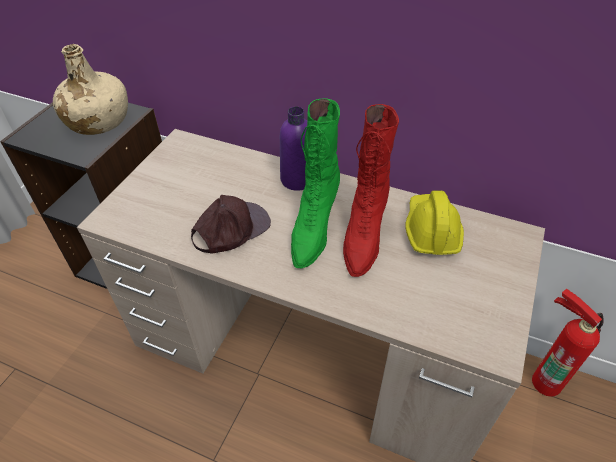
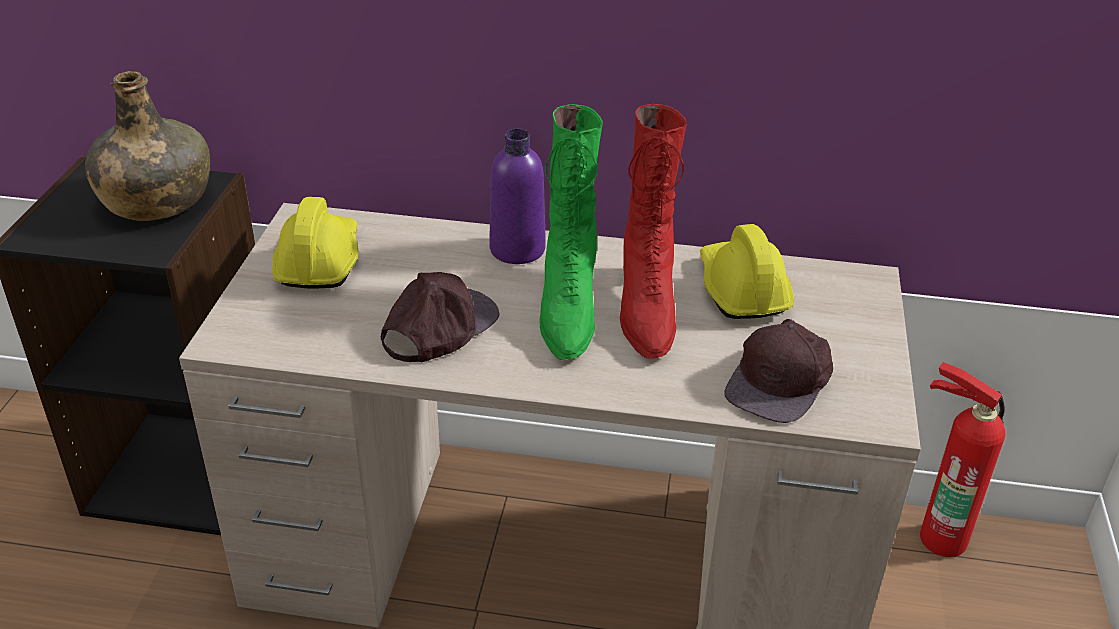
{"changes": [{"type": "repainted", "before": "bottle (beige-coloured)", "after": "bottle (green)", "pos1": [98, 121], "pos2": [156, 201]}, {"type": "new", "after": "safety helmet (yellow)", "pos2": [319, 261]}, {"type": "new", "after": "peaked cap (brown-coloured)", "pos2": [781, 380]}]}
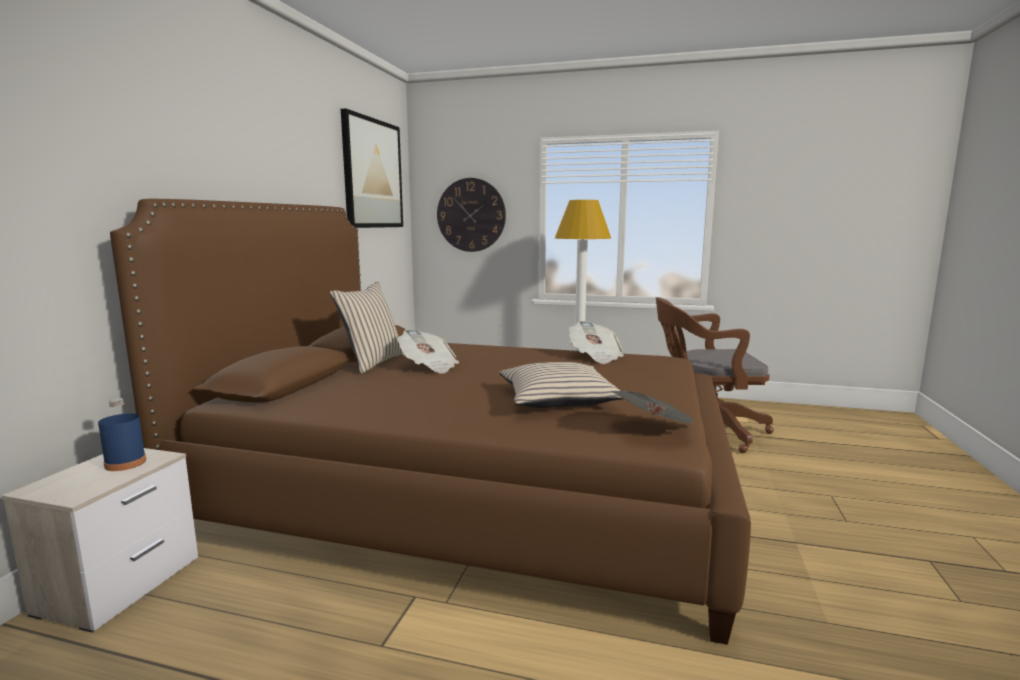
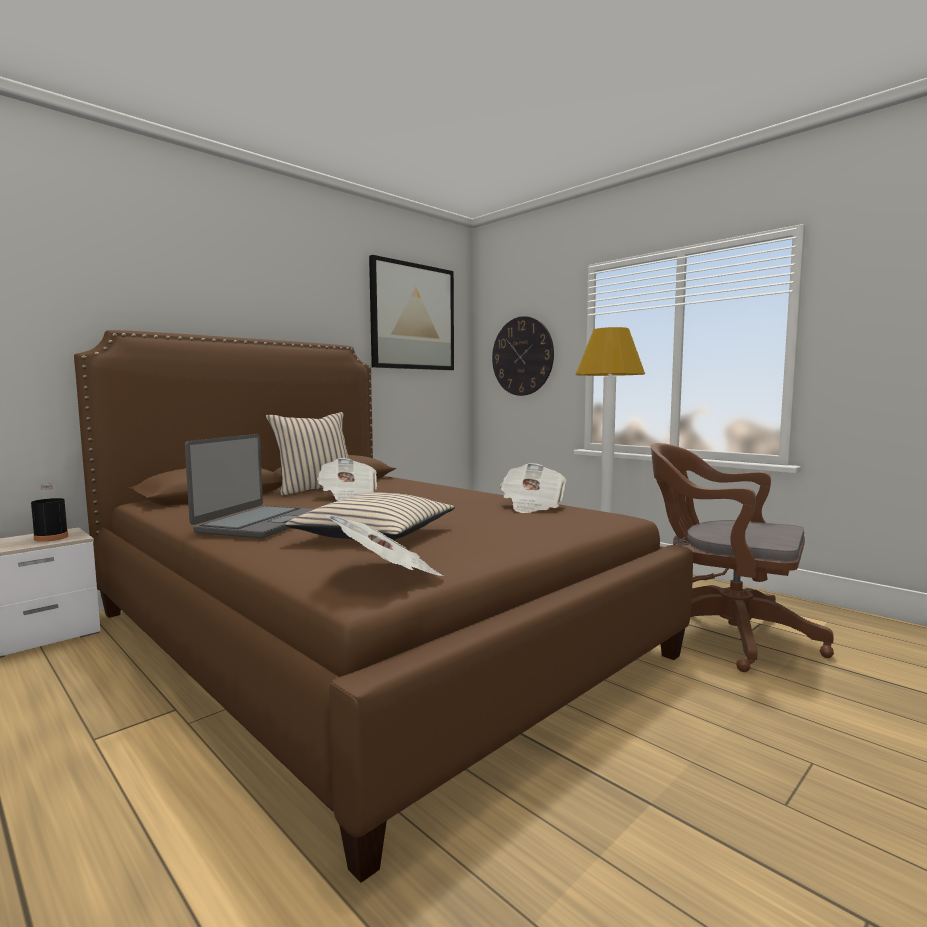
{"changes": [{"type": "repainted", "before": "bottle (blue)", "after": "bottle (blackish)", "pos1": [125, 463], "pos2": [51, 537]}, {"type": "new", "after": "portable computer", "pos2": [260, 523]}]}
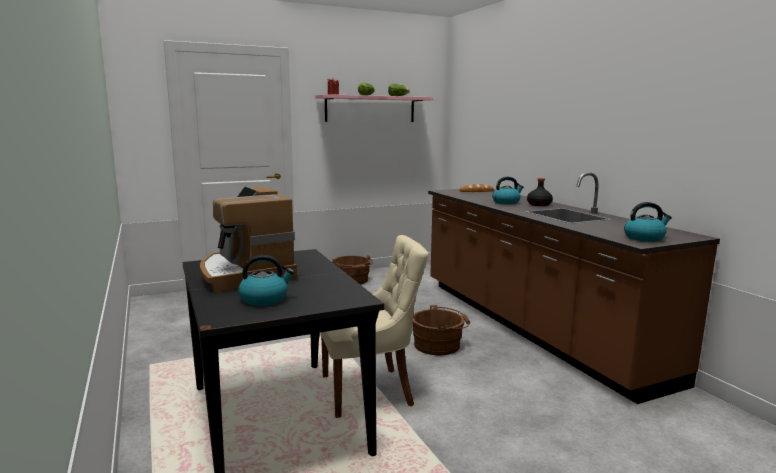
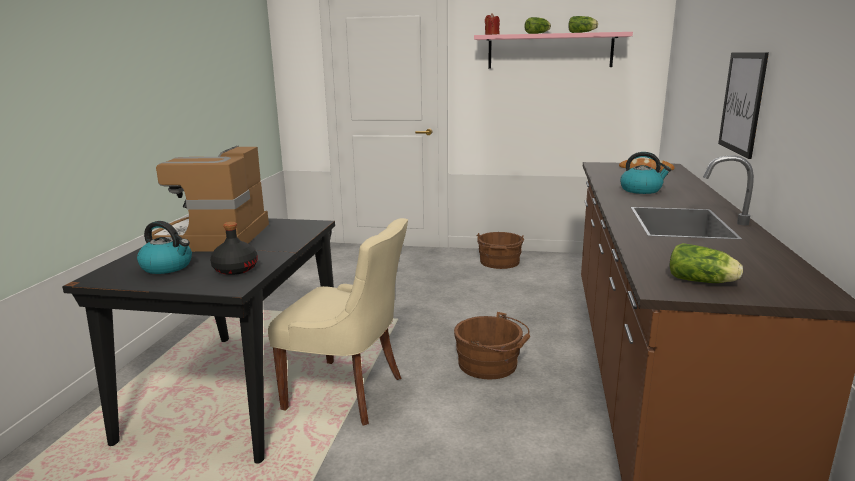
{"changes": [{"type": "shifted", "before": "bottle (blackish)", "pos1": [539, 204], "pos2": [235, 269]}, {"type": "swapped", "before": "water kettle", "after": "head of lettuce", "pos1": [644, 238], "pos2": [703, 282]}, {"type": "new", "after": "wall picture", "pos2": [742, 102]}]}
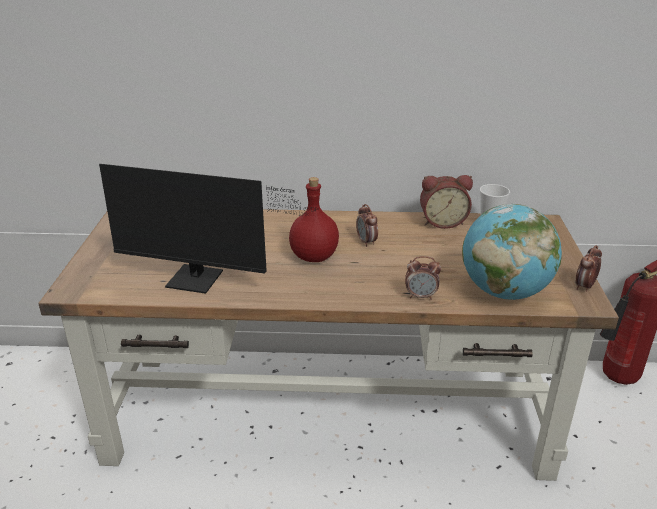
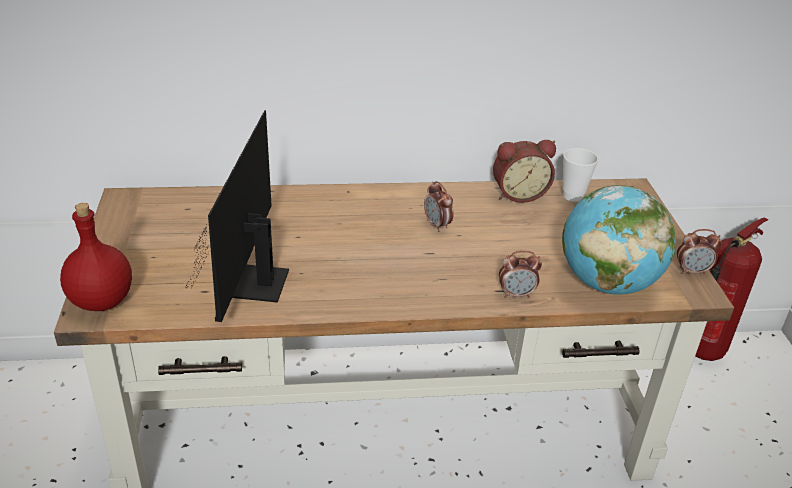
{"changes": [{"type": "rotated", "before": "monitor", "pos1": [201, 281], "pos2": [252, 289], "turn": 90}, {"type": "shifted", "before": "bottle (reddish)", "pos1": [315, 257], "pos2": [102, 301]}, {"type": "rotated", "before": "table clock", "pos1": [584, 286], "pos2": [692, 271], "turn": -120}]}
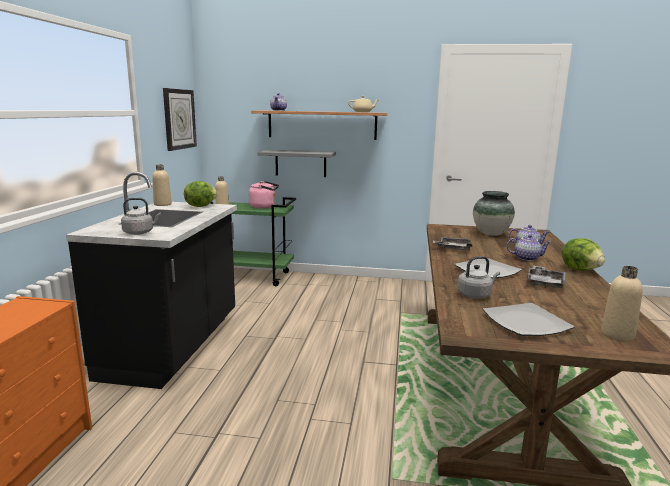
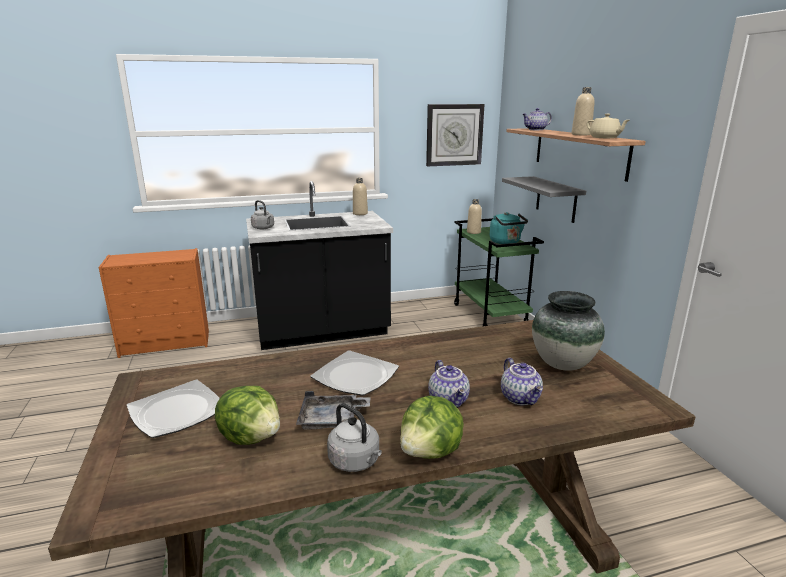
{"changes": [{"type": "shifted", "before": "head of lettuce", "pos1": [200, 206], "pos2": [252, 436]}, {"type": "repainted", "before": "water kettle (pink)", "after": "water kettle (turquoise-coloured)", "pos1": [264, 207], "pos2": [506, 242]}, {"type": "gone", "before": "carrying tray (gray)", "pos1": [453, 248]}, {"type": "shifted", "before": "water kettle (gray)", "pos1": [475, 295], "pos2": [356, 462]}, {"type": "shifted", "before": "bottle (beige-coloured)", "pos1": [617, 334], "pos2": [581, 134]}]}
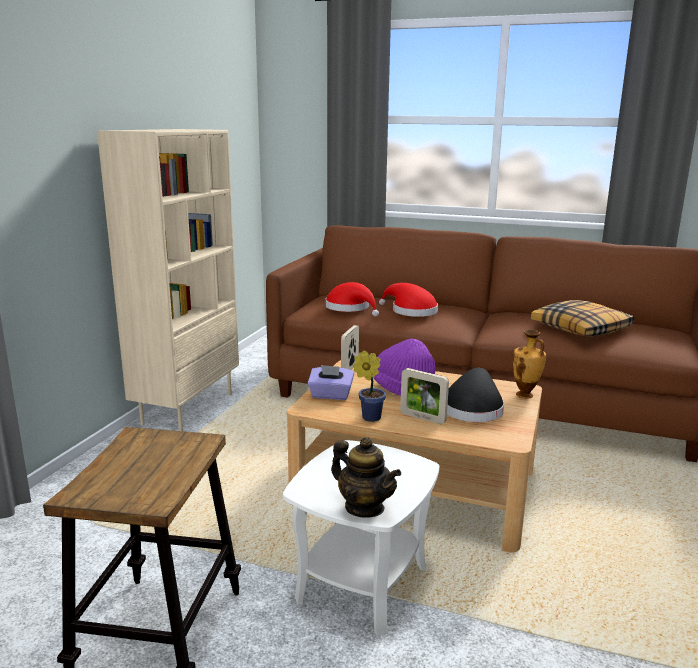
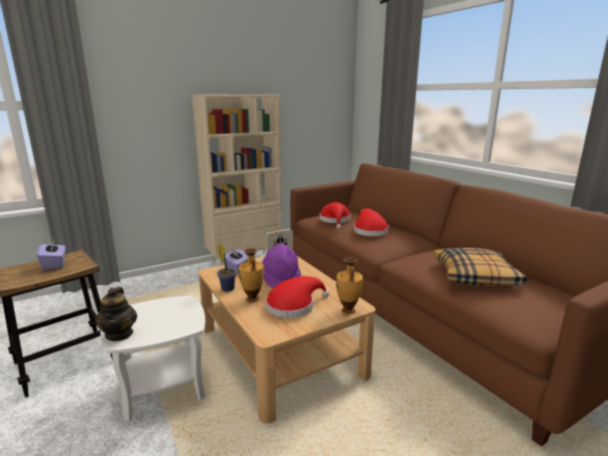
{"changes": [{"type": "swapped", "before": "standing frame", "after": "decorative vase", "pos1": [422, 418], "pos2": [252, 299]}, {"type": "repainted", "before": "wearable hat (blackish)", "after": "wearable hat (reddish)", "pos1": [472, 408], "pos2": [293, 306]}, {"type": "new", "after": "tissue holder (purplish)", "pos2": [54, 264]}]}
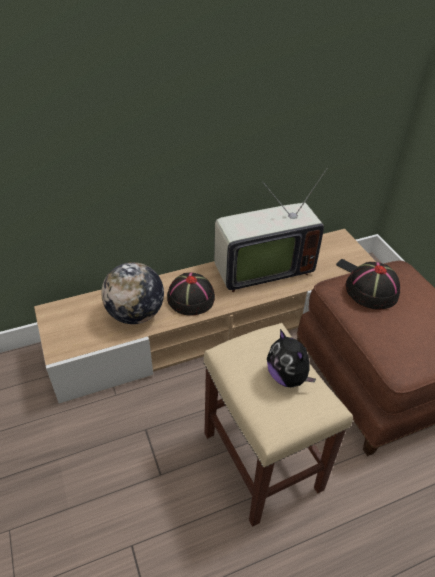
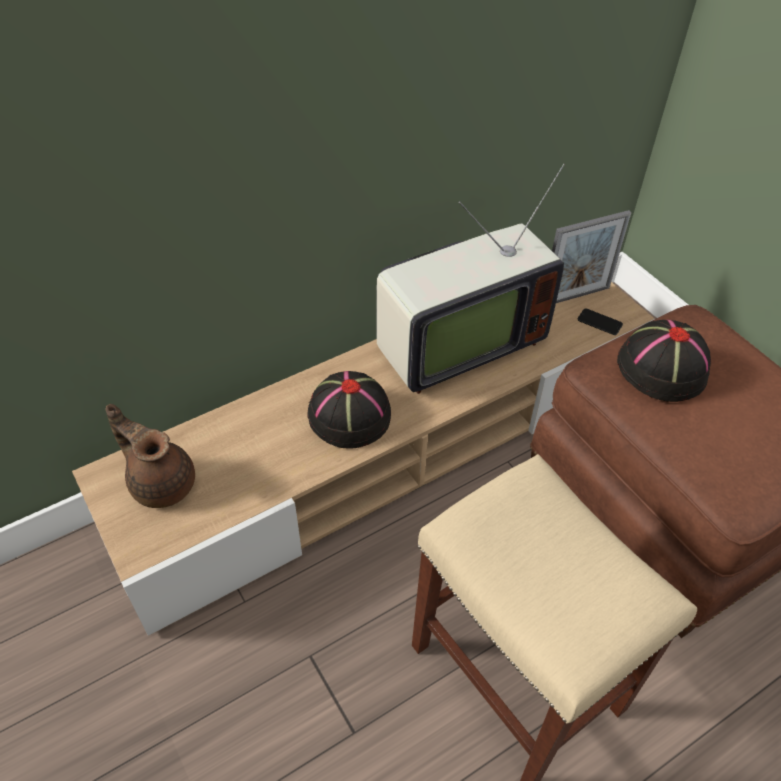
{"changes": [{"type": "gone", "before": "globe", "pos1": [136, 314]}, {"type": "gone", "before": "plush toy", "pos1": [287, 376]}, {"type": "new", "after": "standing frame", "pos2": [575, 296]}, {"type": "new", "after": "tea pot (brown-coloured)", "pos2": [161, 482]}]}
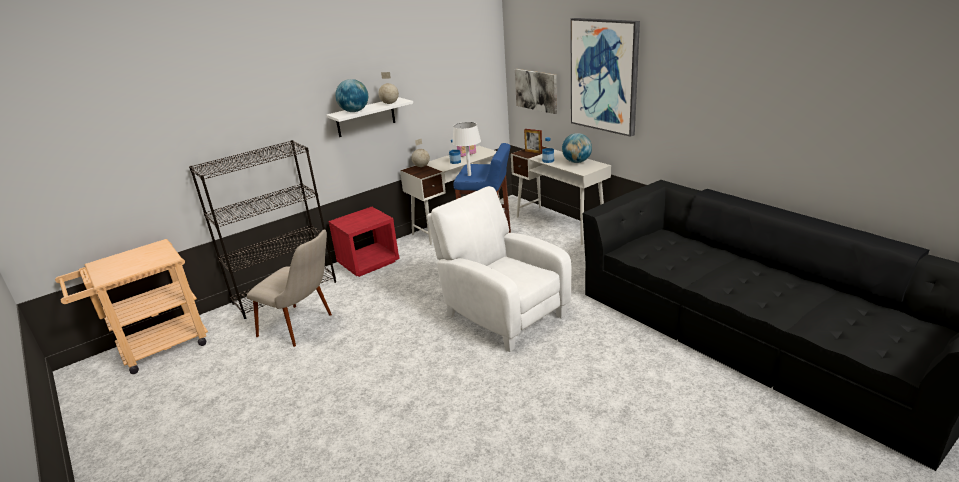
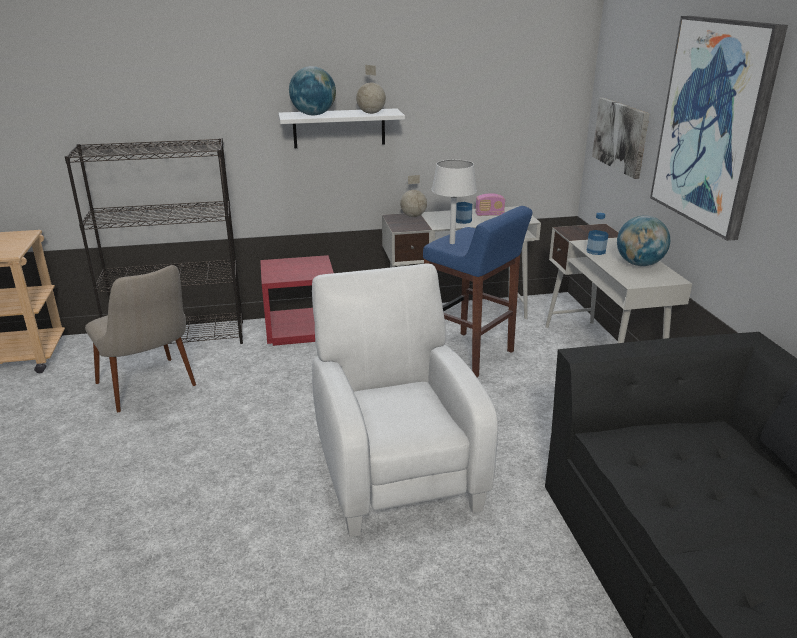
{"changes": [{"type": "gone", "before": "standing frame", "pos1": [533, 152]}]}
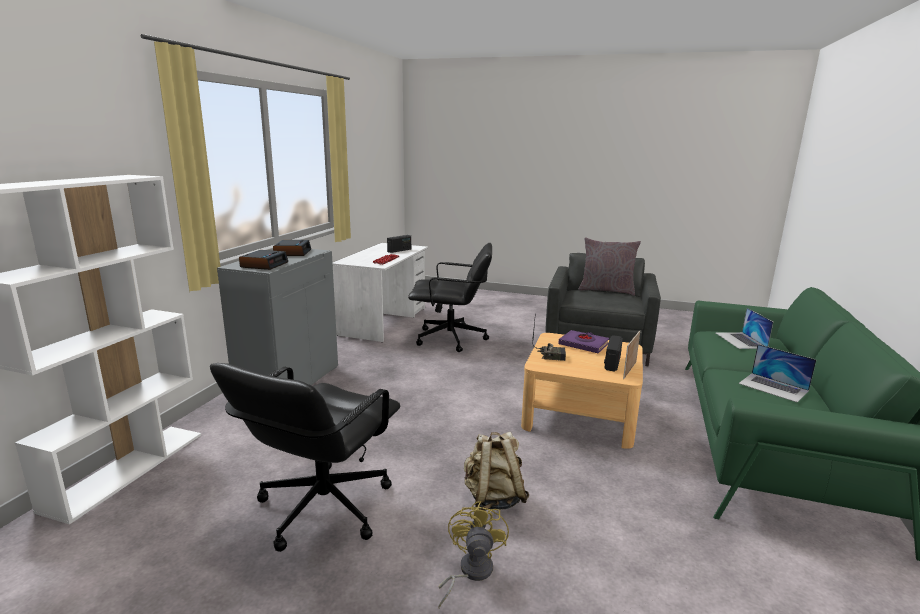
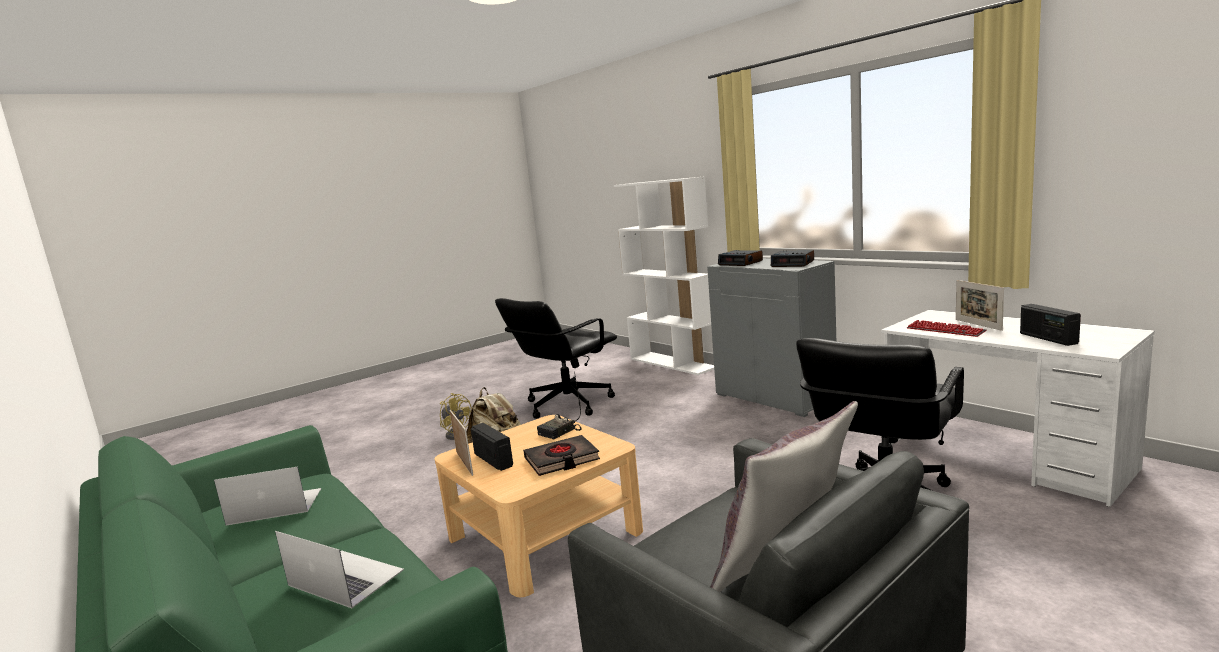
{"changes": [{"type": "repainted", "before": "bound book (purplish)", "after": "bound book (blackish)", "pos1": [583, 345], "pos2": [561, 460]}, {"type": "rotated", "before": "desk chair (blackish)", "pos1": [322, 507], "pos2": [567, 404], "turn": -105}, {"type": "new", "after": "standing frame", "pos2": [978, 325]}]}
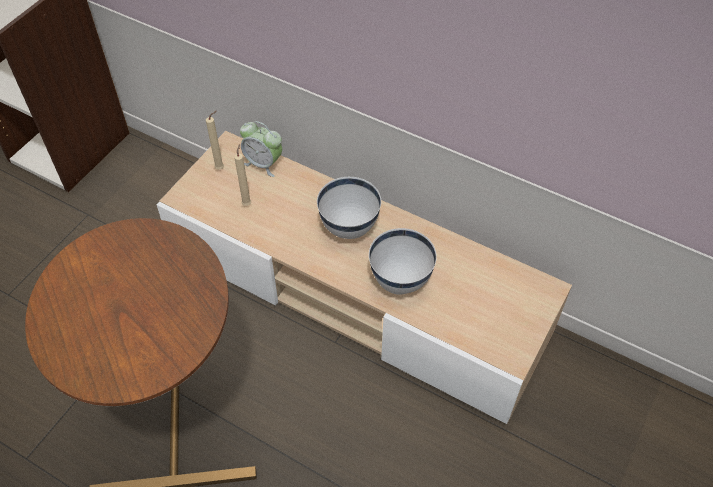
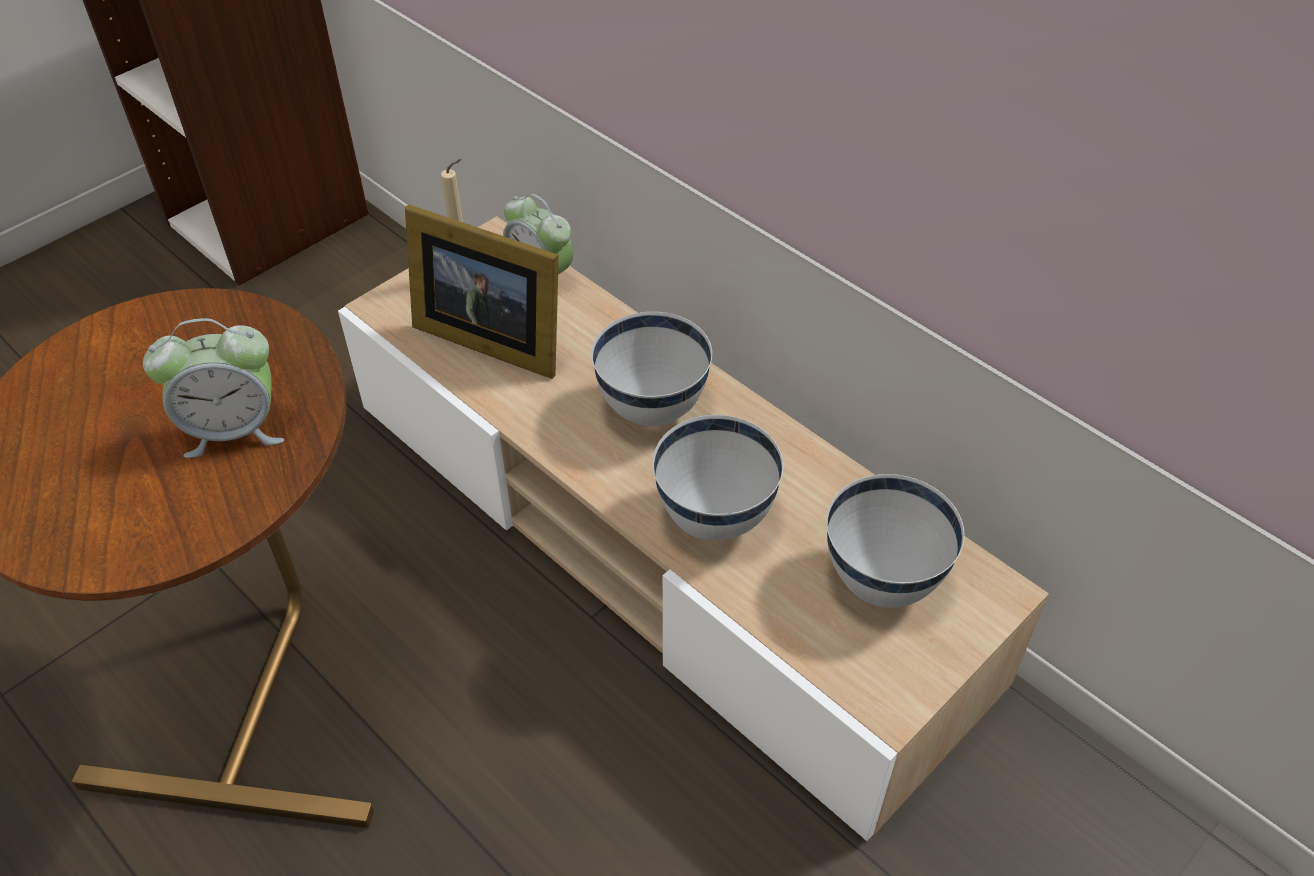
{"changes": [{"type": "swapped", "before": "candle (beige-coloured)", "after": "standing frame", "pos1": [247, 203], "pos2": [489, 336]}, {"type": "new", "after": "table clock", "pos2": [234, 430]}, {"type": "new", "after": "deep dish (whitish)", "pos2": [883, 580]}]}
